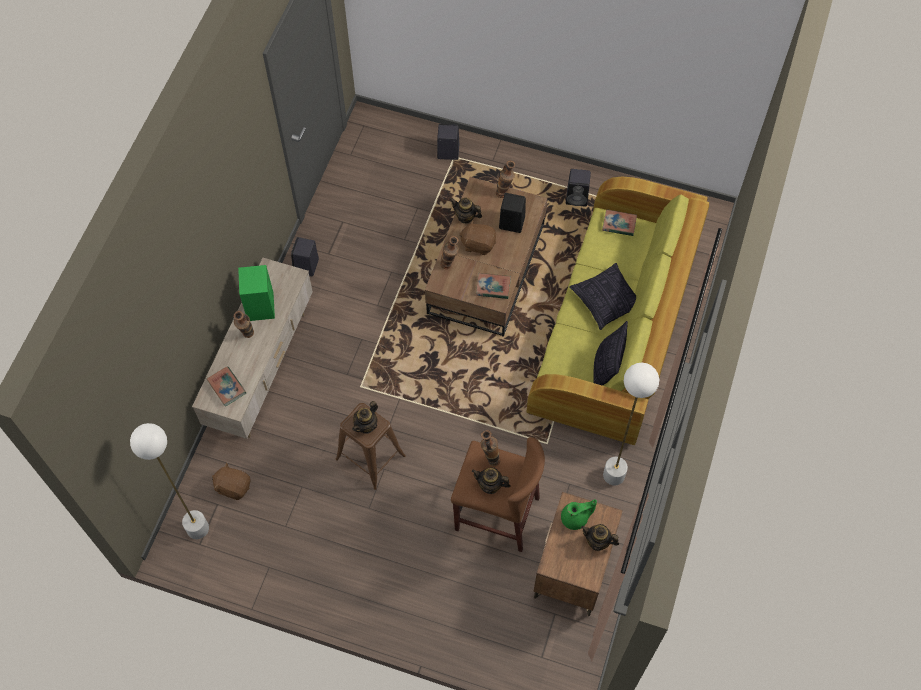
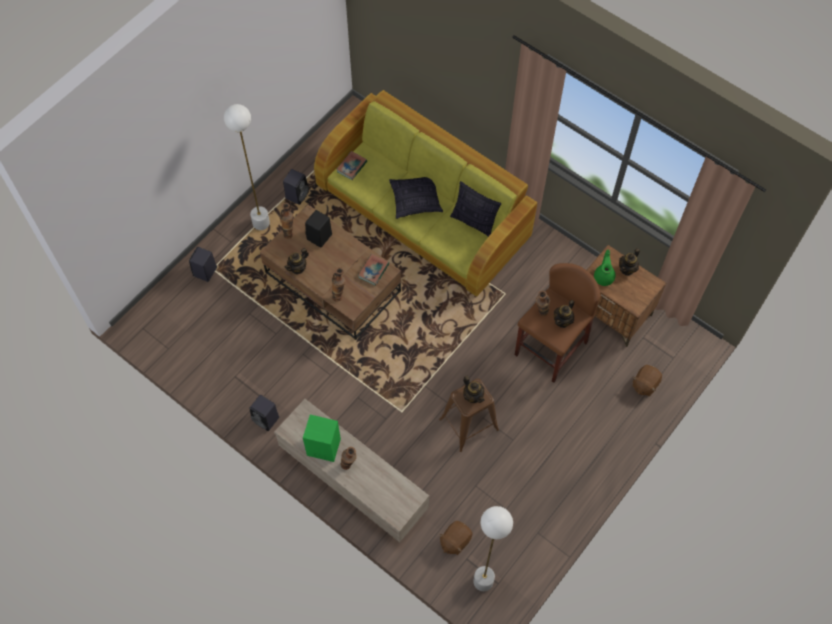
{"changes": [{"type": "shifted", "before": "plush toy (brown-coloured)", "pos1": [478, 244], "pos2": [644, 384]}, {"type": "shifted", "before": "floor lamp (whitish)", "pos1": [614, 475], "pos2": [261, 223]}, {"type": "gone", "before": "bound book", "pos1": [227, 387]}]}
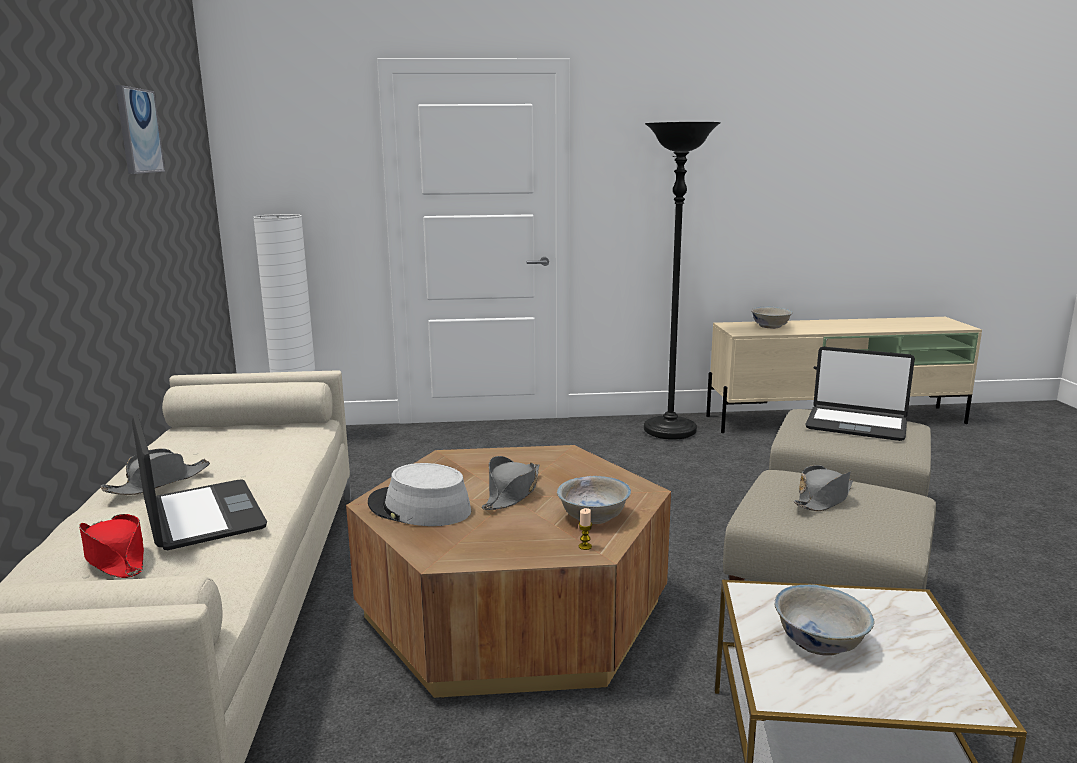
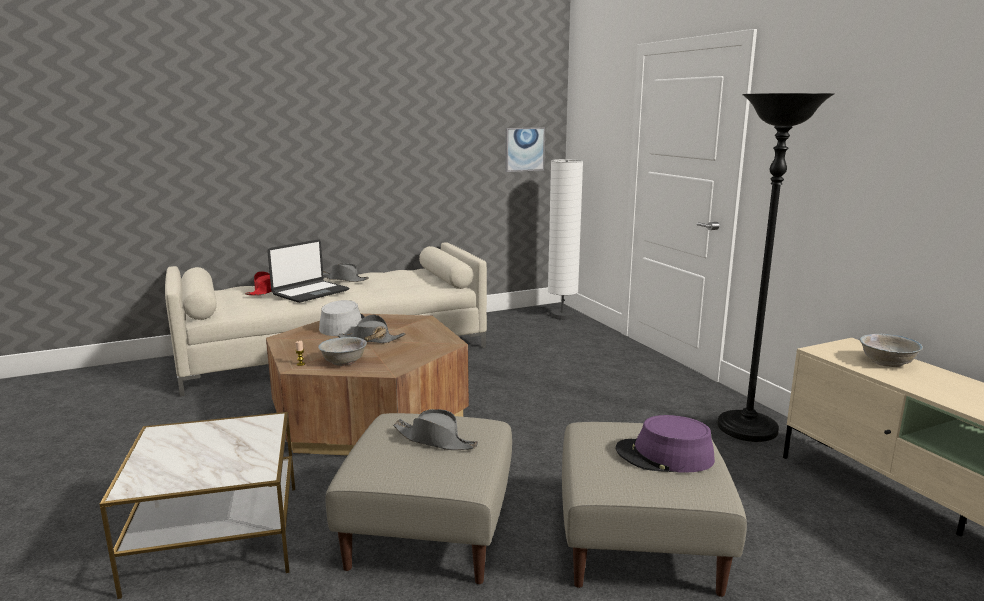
{"changes": [{"type": "shifted", "before": "wall picture", "pos1": [138, 131], "pos2": [524, 149]}, {"type": "swapped", "before": "portable computer", "after": "wearable hat (purplish)", "pos1": [856, 424], "pos2": [664, 456]}, {"type": "gone", "before": "deep dish (whitish)", "pos1": [819, 641]}]}
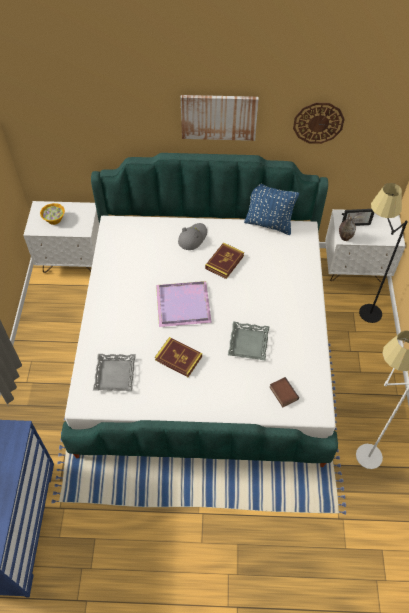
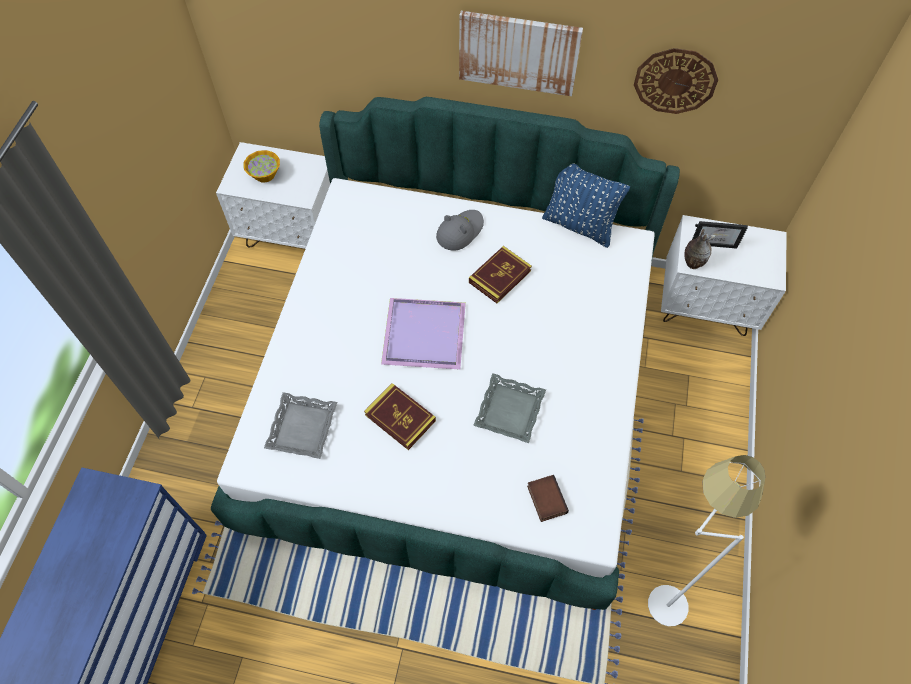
{"changes": [{"type": "gone", "before": "floor lamp (blackish)", "pos1": [360, 309]}]}
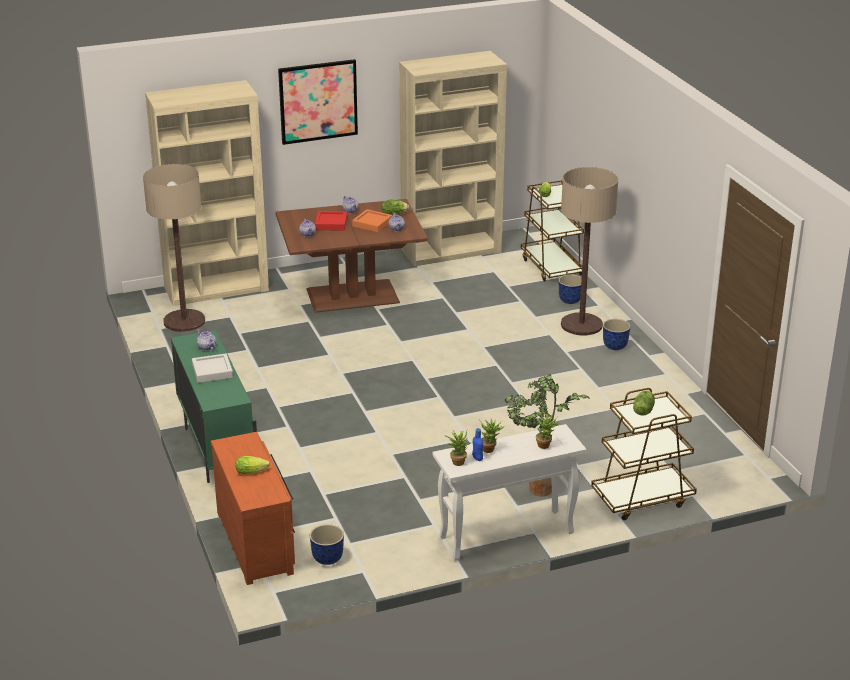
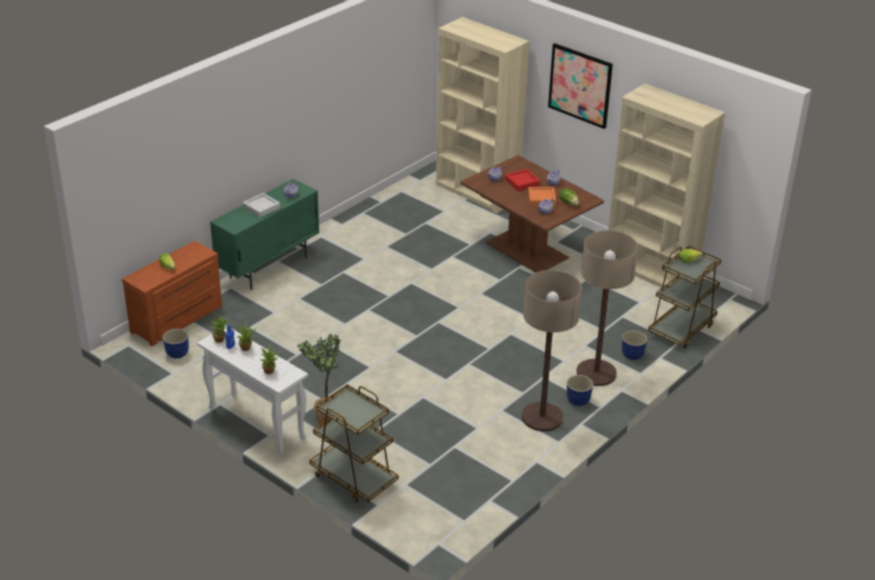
{"changes": [{"type": "shifted", "before": "floor lamp", "pos1": [184, 321], "pos2": [542, 417]}, {"type": "gone", "before": "head of lettuce", "pos1": [643, 410]}]}
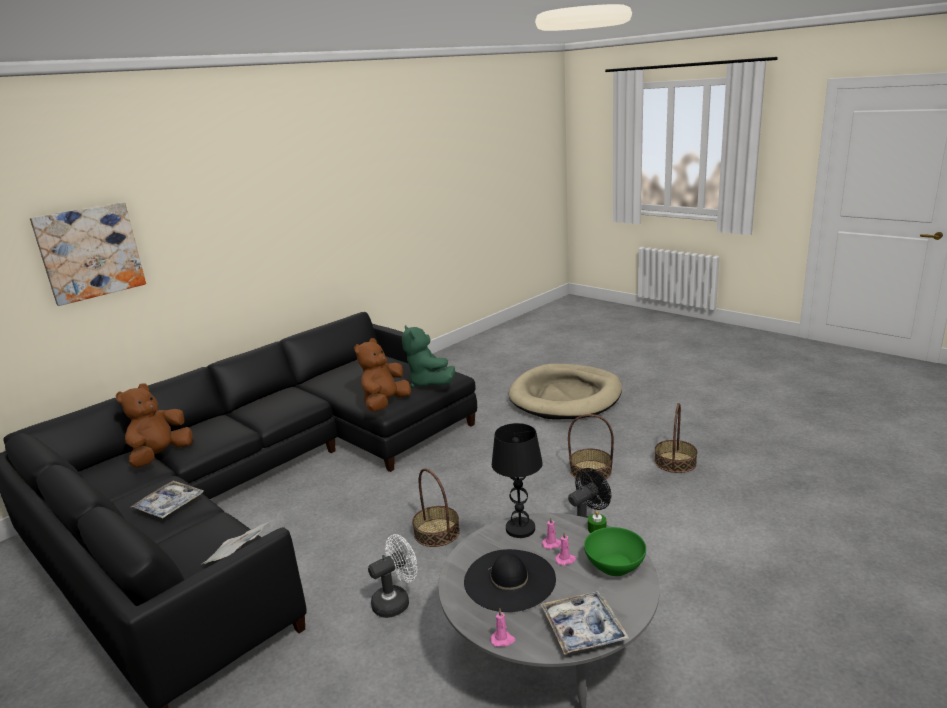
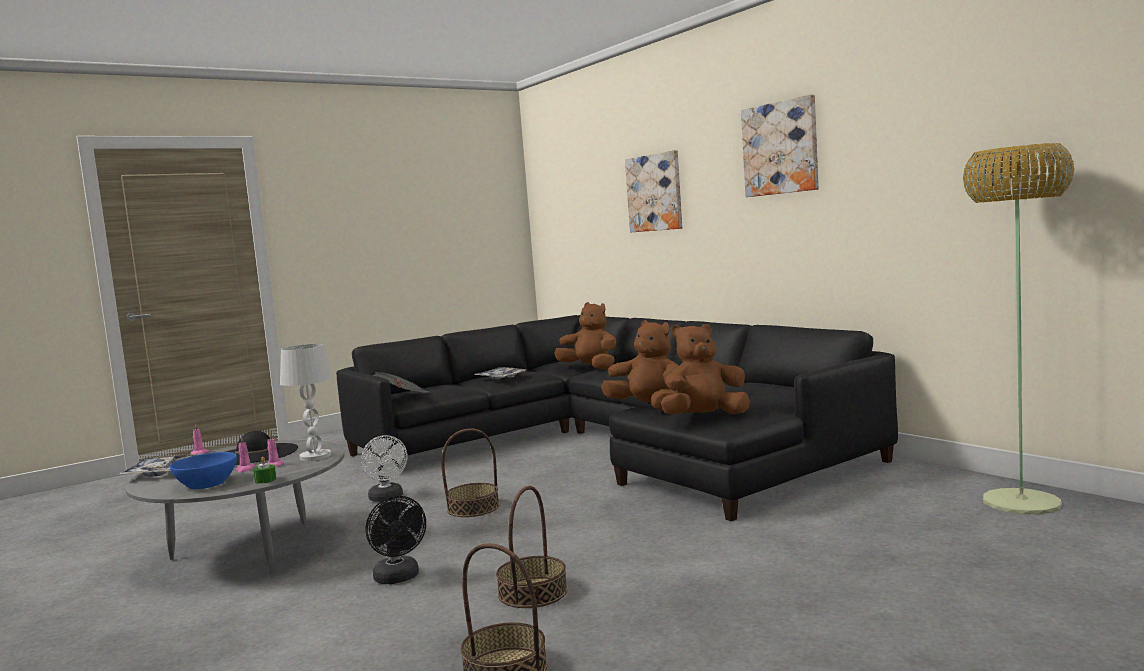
{"changes": [{"type": "repainted", "before": "plush toy (green)", "after": "plush toy (brown-coloured)", "pos1": [428, 383], "pos2": [704, 417]}, {"type": "gone", "before": "dog bed (beige-coloured)", "pos1": [566, 396]}, {"type": "repainted", "before": "tabletop lamp (blackish)", "after": "tabletop lamp (whitish)", "pos1": [520, 529], "pos2": [315, 456]}, {"type": "repainted", "before": "deep dish (green)", "after": "deep dish (blue)", "pos1": [614, 565], "pos2": [206, 483]}, {"type": "new", "after": "wall picture", "pos2": [780, 148]}, {"type": "new", "after": "floor lamp", "pos2": [1021, 502]}]}
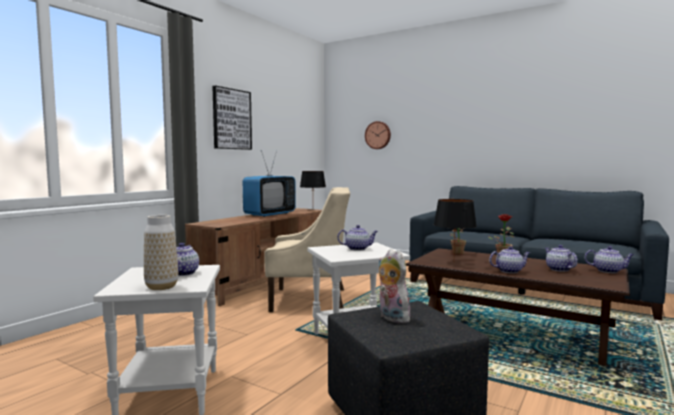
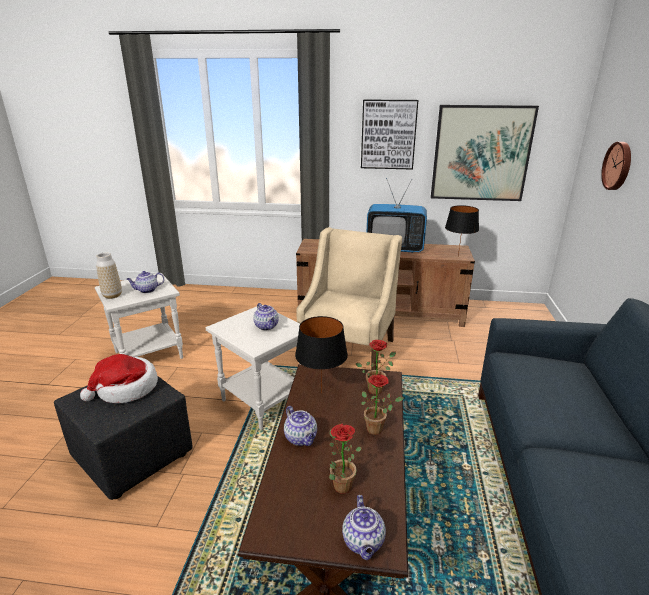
{"changes": [{"type": "rotated", "before": "lounge chair (beige-coloured)", "pos1": [310, 300], "pos2": [349, 350], "turn": -135}, {"type": "swapped", "before": "tea pot", "after": "potted plant", "pos1": [558, 269], "pos2": [339, 484]}, {"type": "swapped", "before": "plush toy", "after": "wearable hat", "pos1": [391, 317], "pos2": [126, 389]}, {"type": "new", "after": "wall picture", "pos2": [481, 153]}]}
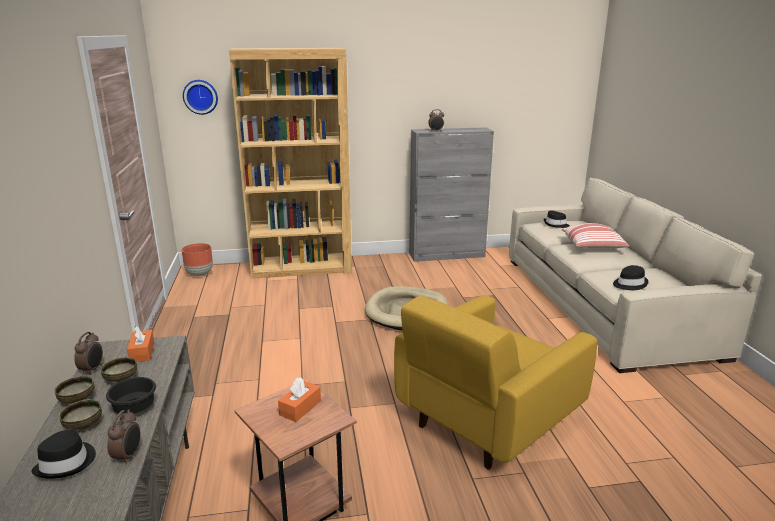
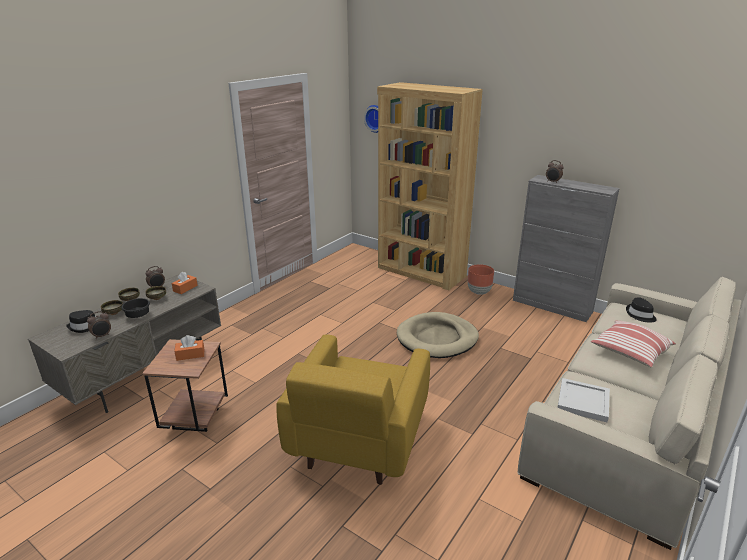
{"changes": [{"type": "shifted", "before": "planter (brown-coloured)", "pos1": [199, 274], "pos2": [479, 292]}, {"type": "swapped", "before": "wearable hat (blackish)", "after": "carrying tray (whitish)", "pos1": [629, 284], "pos2": [582, 401]}, {"type": "rotated", "before": "lounge chair (yellow)", "pos1": [486, 420], "pos2": [358, 441], "turn": -75}]}
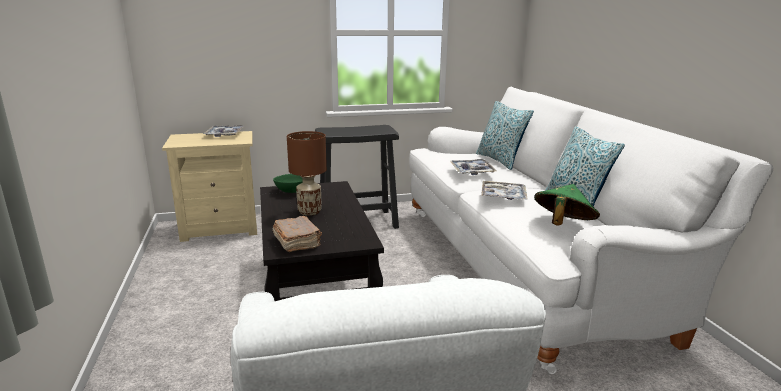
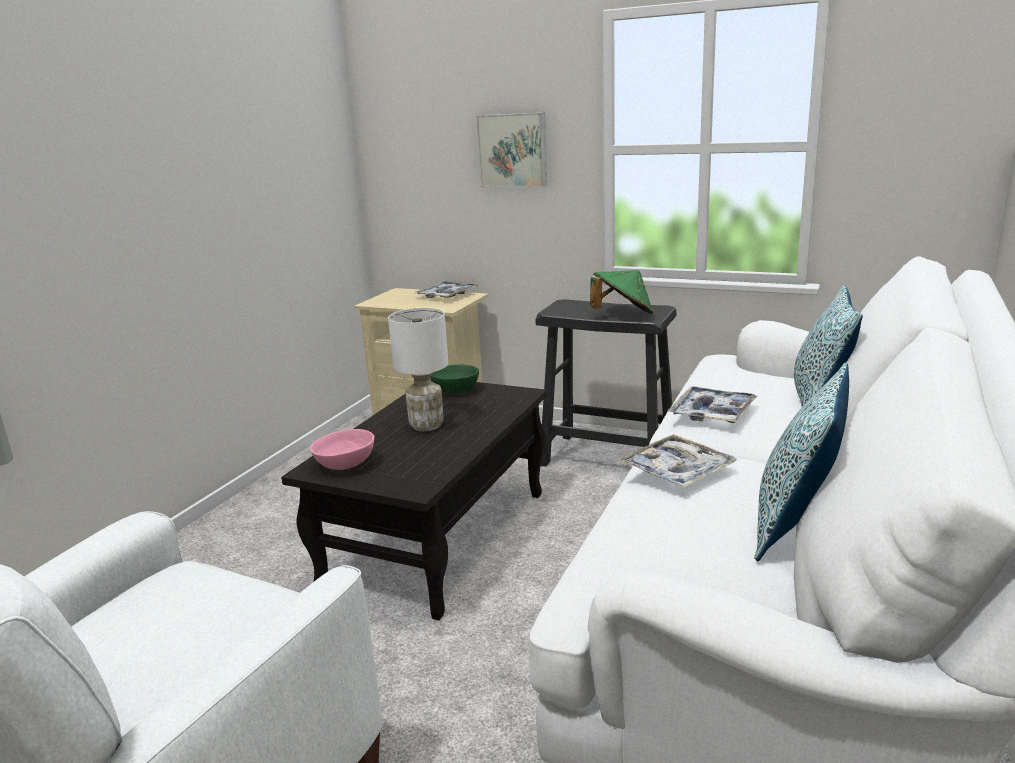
{"changes": [{"type": "repainted", "before": "tabletop lamp (brown-coloured)", "after": "tabletop lamp (whitish)", "pos1": [309, 212], "pos2": [426, 425]}, {"type": "shifted", "before": "wearable hat (green)", "pos1": [562, 225], "pos2": [622, 315]}, {"type": "swapped", "before": "bound book (brown-coloured)", "after": "deep dish (pink)", "pos1": [297, 242], "pos2": [346, 464]}, {"type": "new", "after": "wall picture", "pos2": [513, 150]}]}
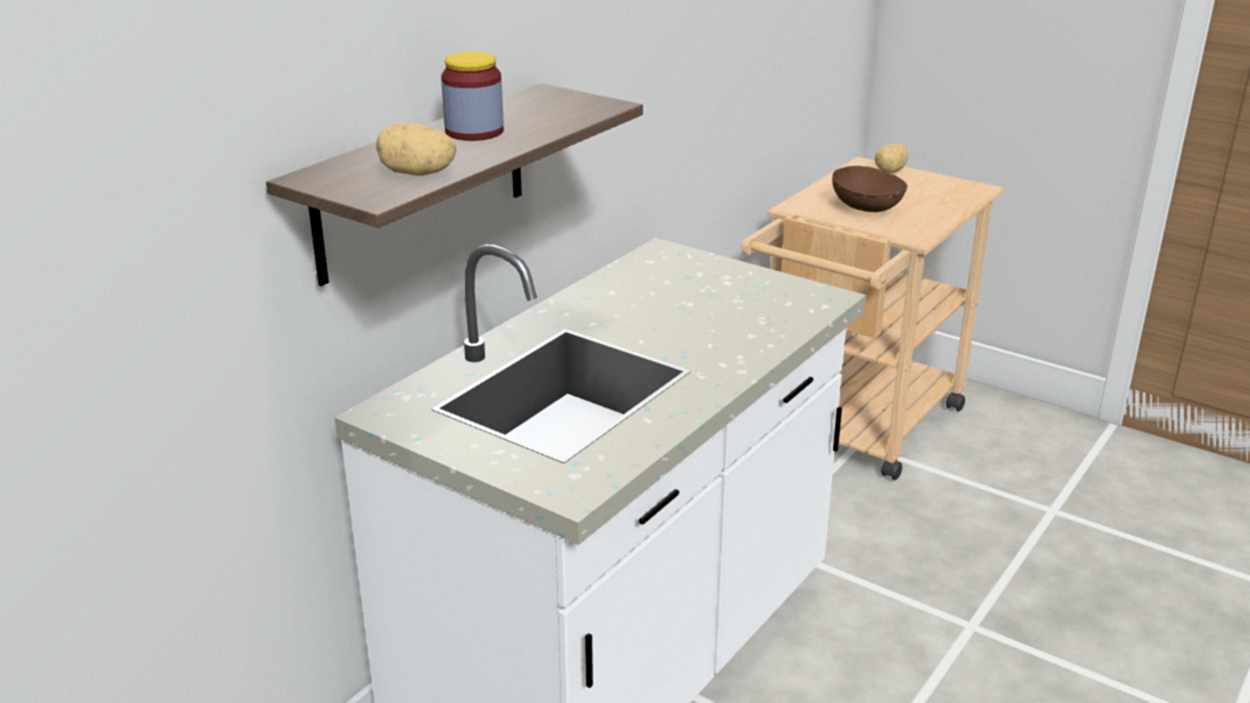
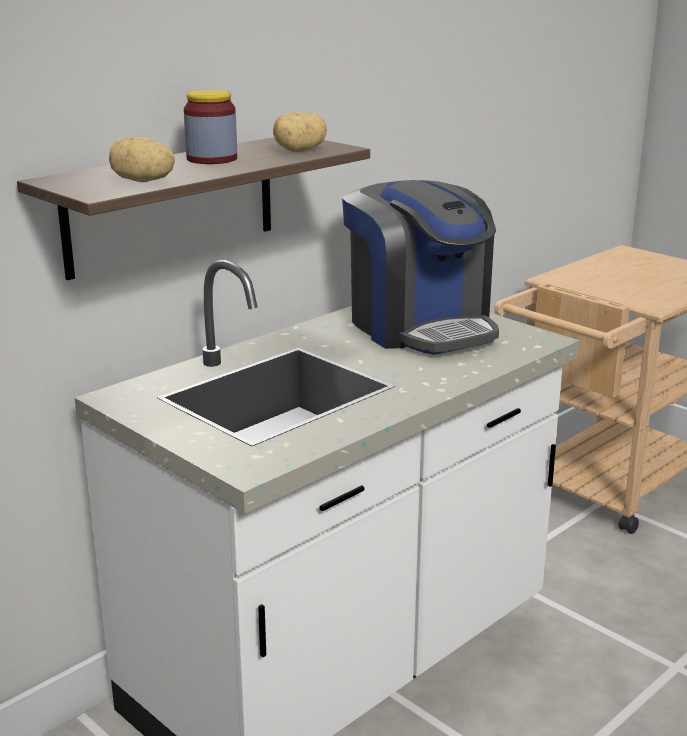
{"changes": [{"type": "shifted", "before": "whole potato", "pos1": [891, 171], "pos2": [301, 151]}, {"type": "gone", "before": "deep dish (brown-coloured)", "pos1": [867, 208]}, {"type": "new", "after": "coffee brewer", "pos2": [420, 326]}]}
